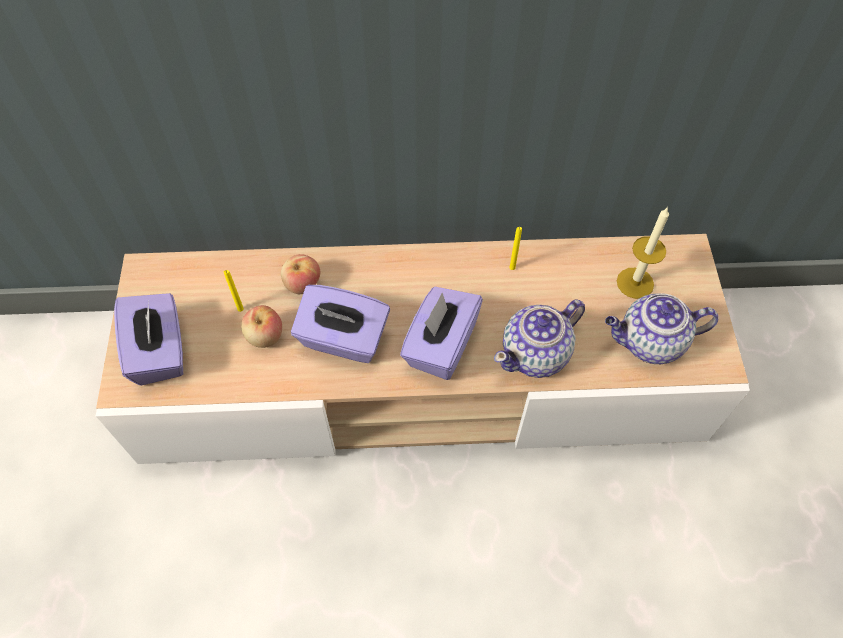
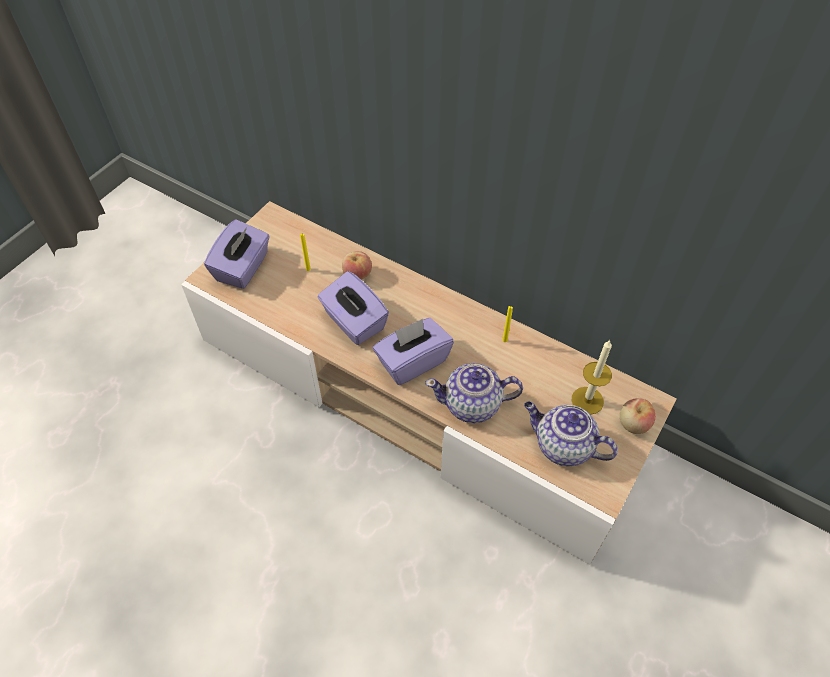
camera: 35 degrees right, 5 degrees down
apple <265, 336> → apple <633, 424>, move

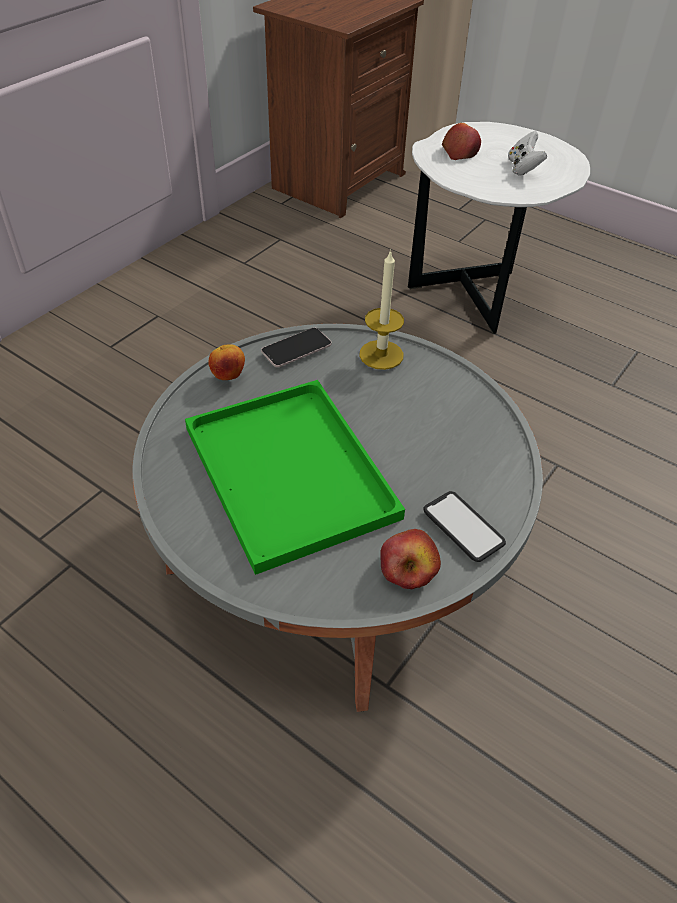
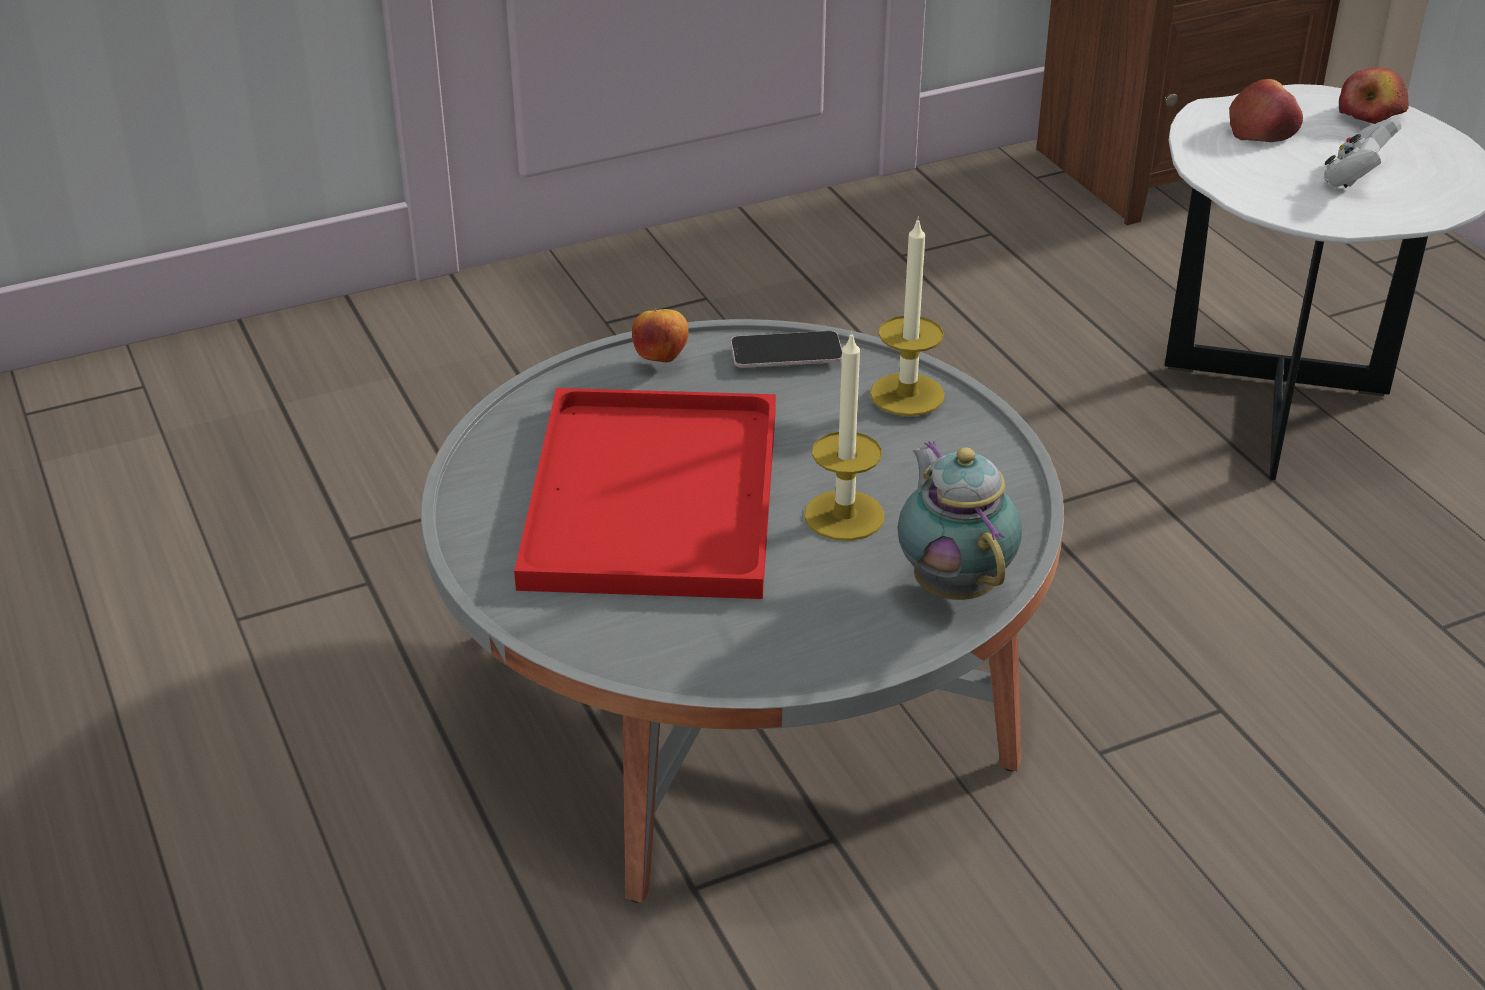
camera: 30 degrees right, 10 degrees down
green_tray <285, 470> → red_tray <650, 492>
phone <463, 526> → -
apple <408, 567> → apple <1371, 116>, move
- → candle <844, 515>
- → teapot <953, 584>

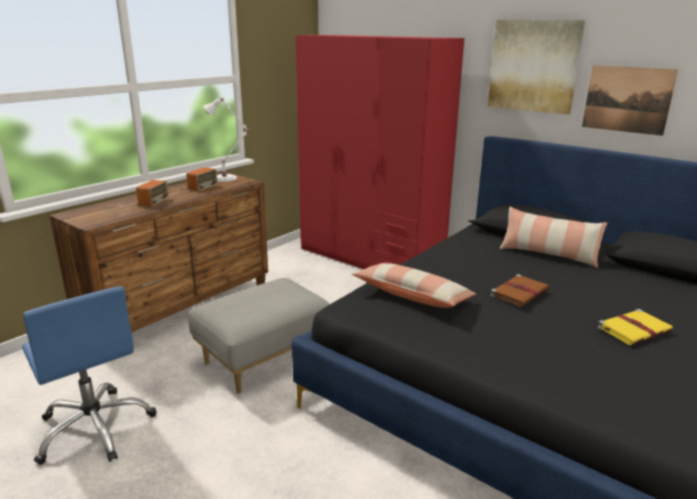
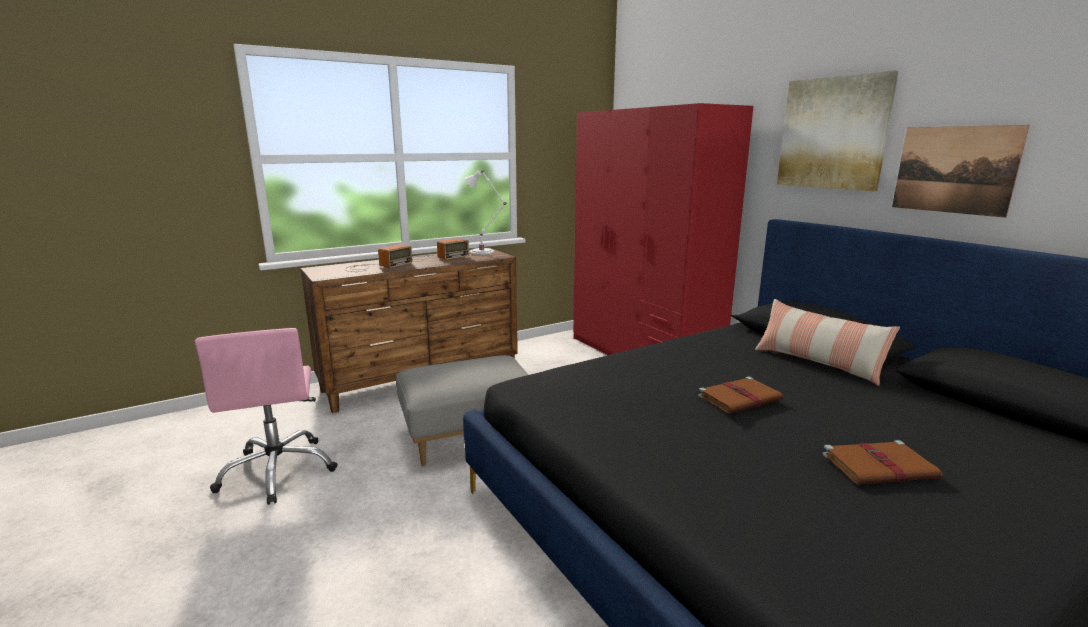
camera: 20 degrees right, 5 degrees down
pillow <412, 296> → -
blue_office_chair <95, 428> → pink_office_chair <278, 471>
yellow_book <635, 329> → brown_book <880, 466>

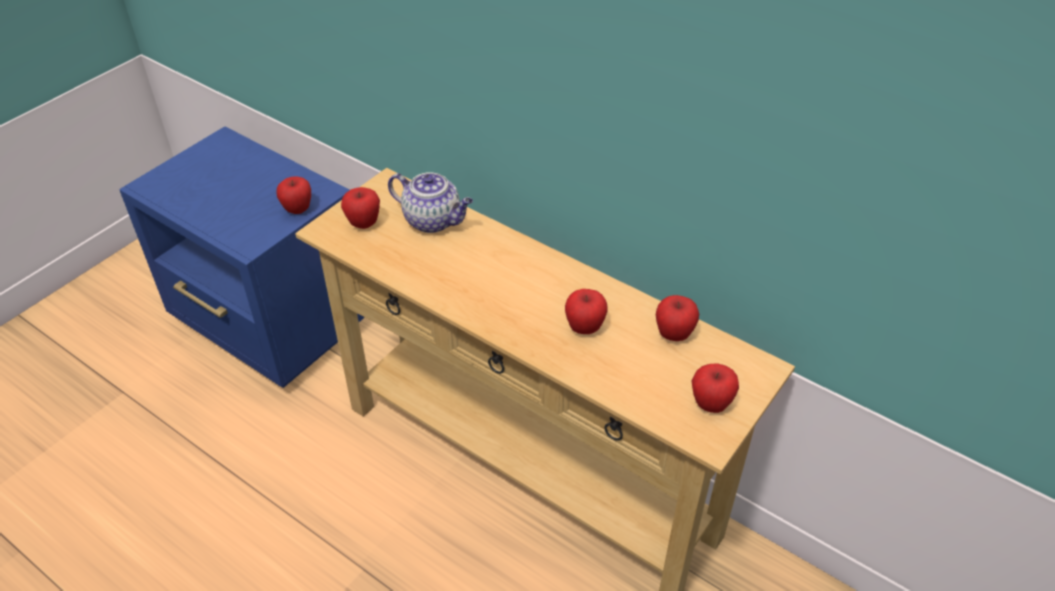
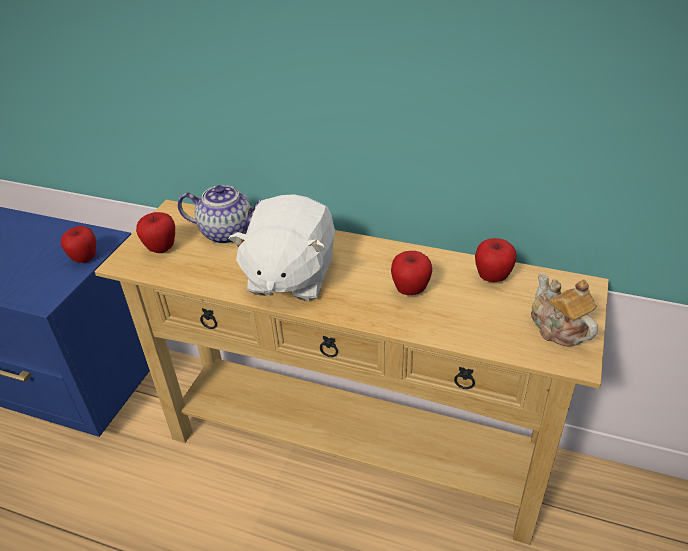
camera: 15 degrees left, 5 degrees down
apple <710, 404> → teapot <557, 328>
- → white_plush_toy <290, 276>

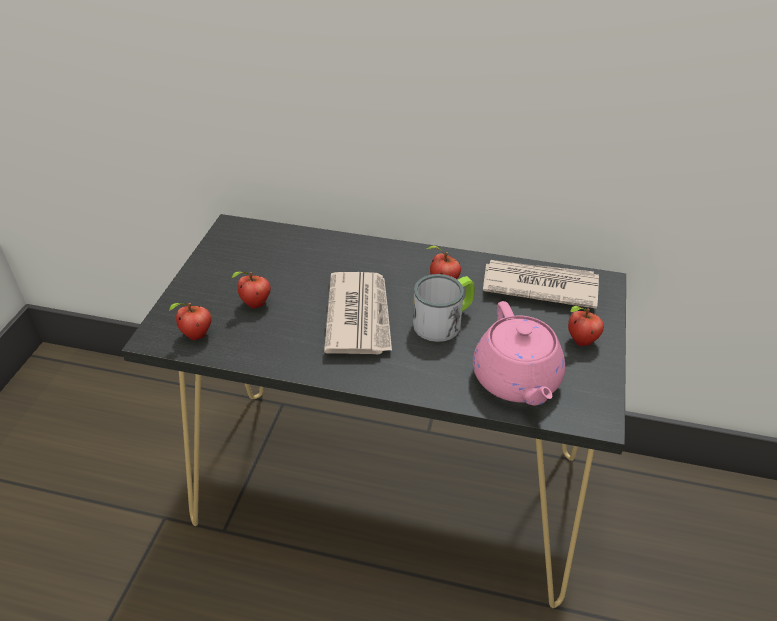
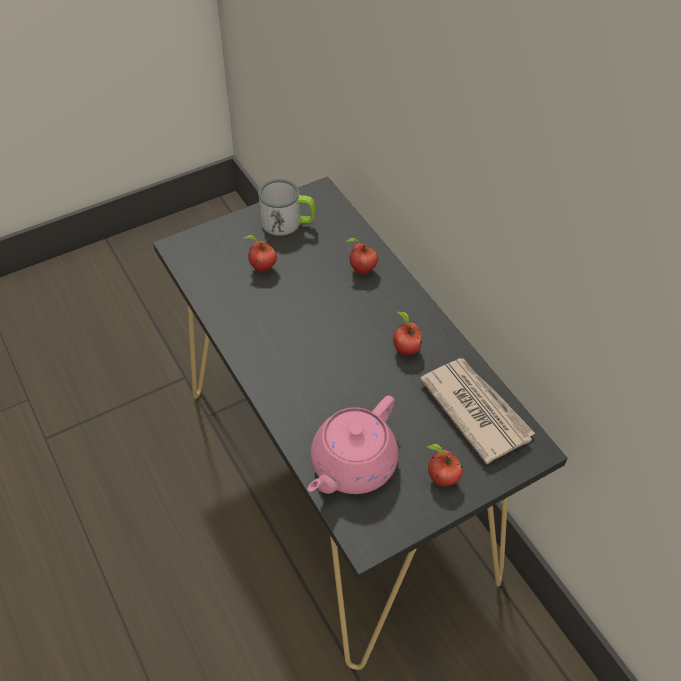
camera: 45 degrees right, 10 degrees up
newspaper <359, 316> → -
mug <444, 321> → mug <288, 222>, move
apple <196, 336> → apple <361, 270>, move

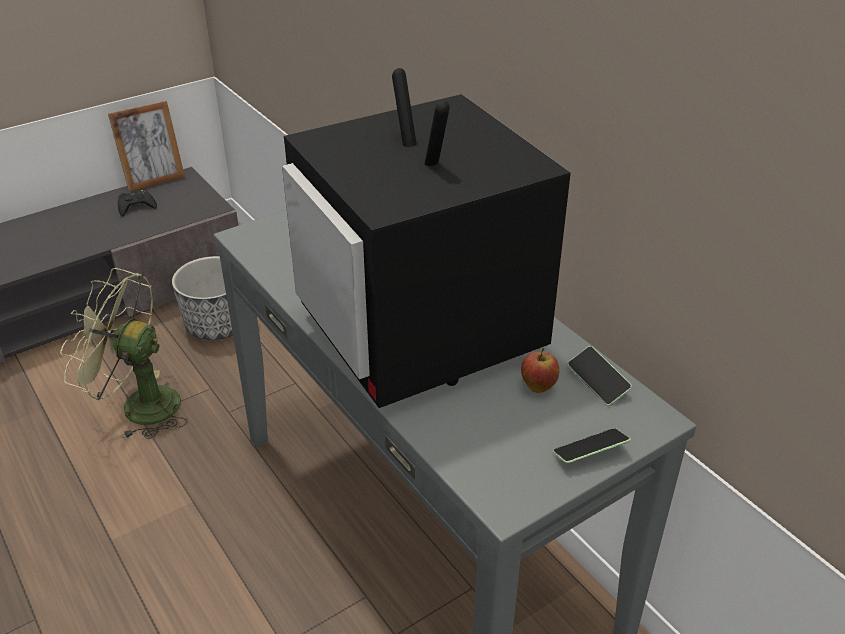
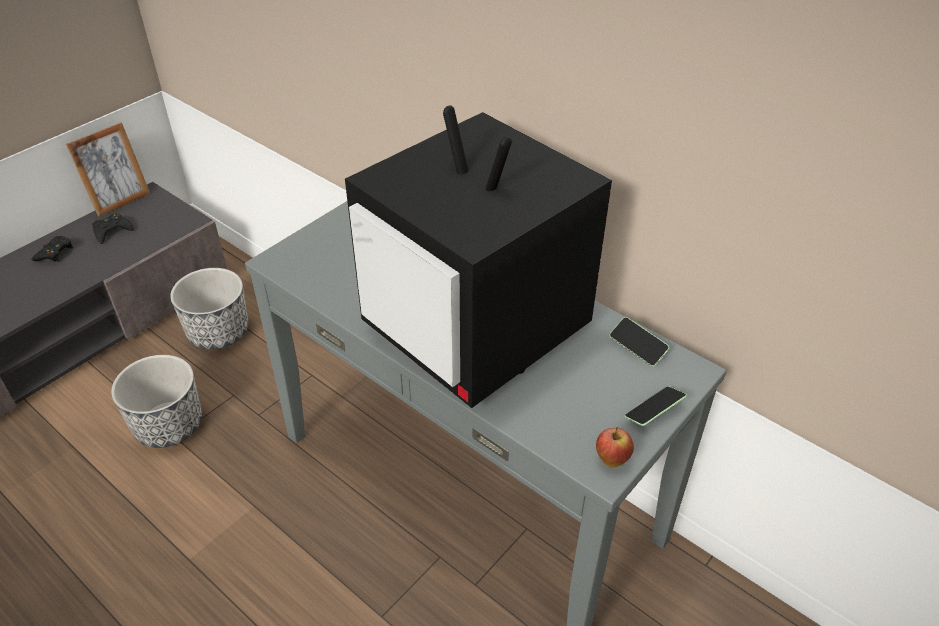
camera: 15 degrees left, 5 degrees up
green_fan <138, 405> → planter <169, 425>
apple <538, 387> → apple <611, 460>, move
- → black_game_controller <54, 252>

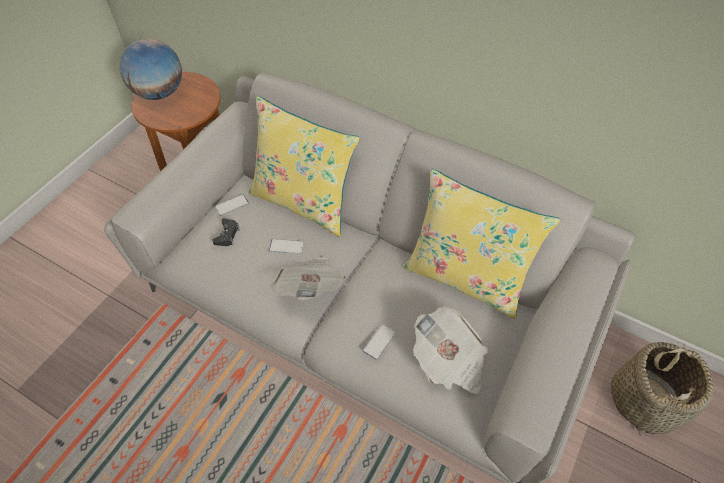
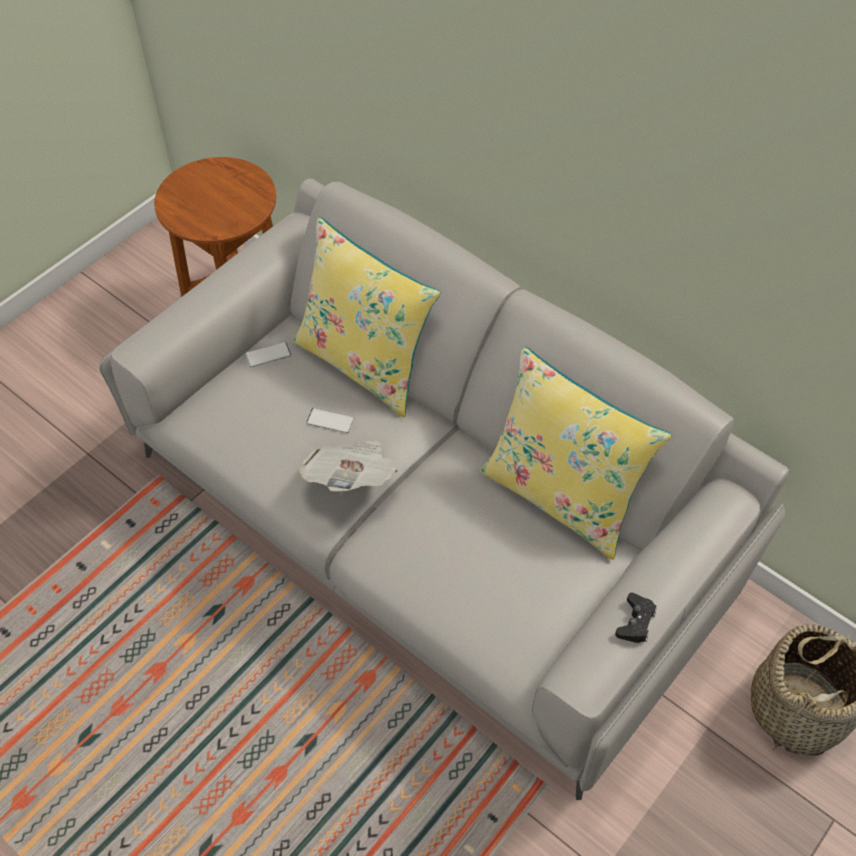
camera: 10 degrees right, 0 degrees up
globe <159, 93> → -
black_game_controller <227, 235> → black_game_controller <635, 622>, move
newspaper <449, 361> → -
phone <379, 341> → -

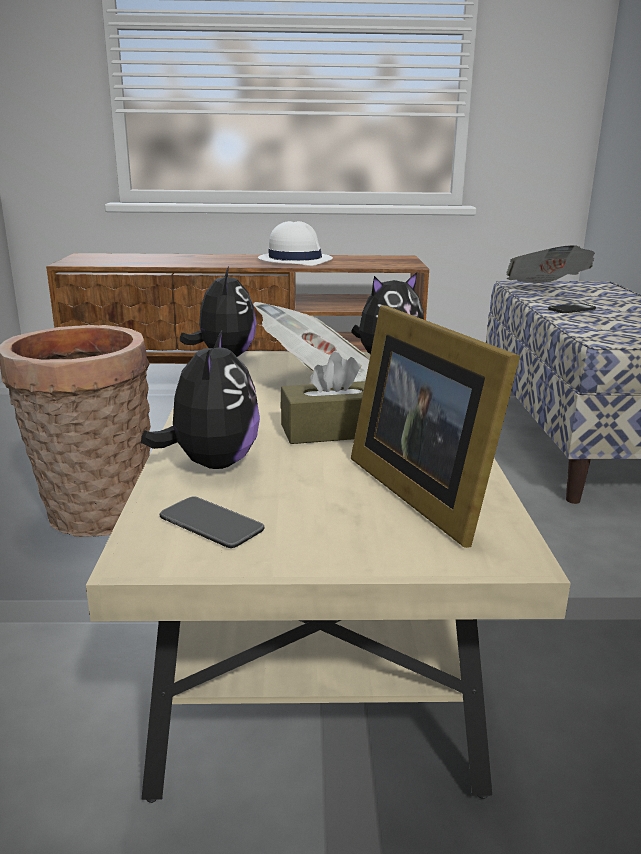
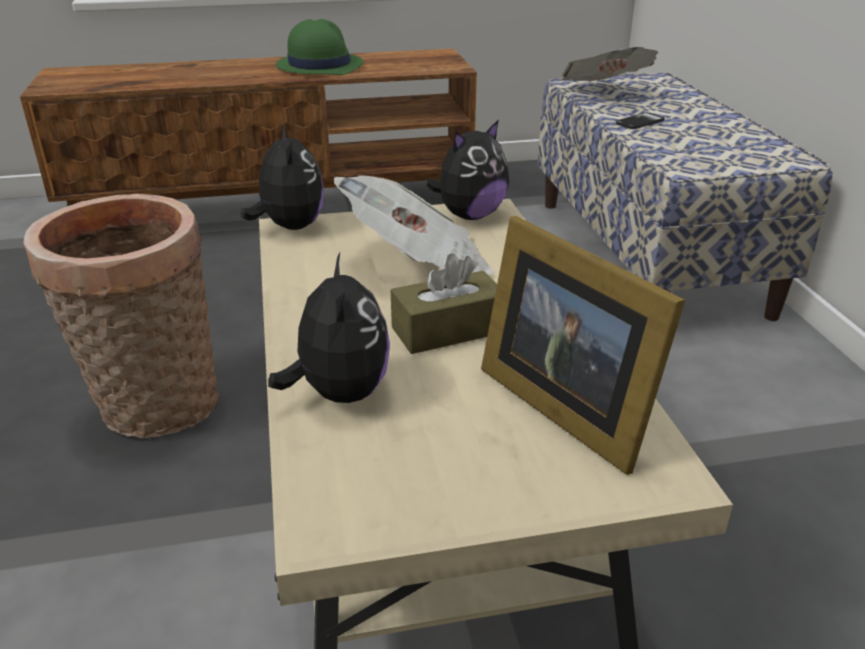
camera: 10 degrees left, 10 degrees up
white_hat <294, 260> → green_hat <319, 65>
phone <211, 524> → -

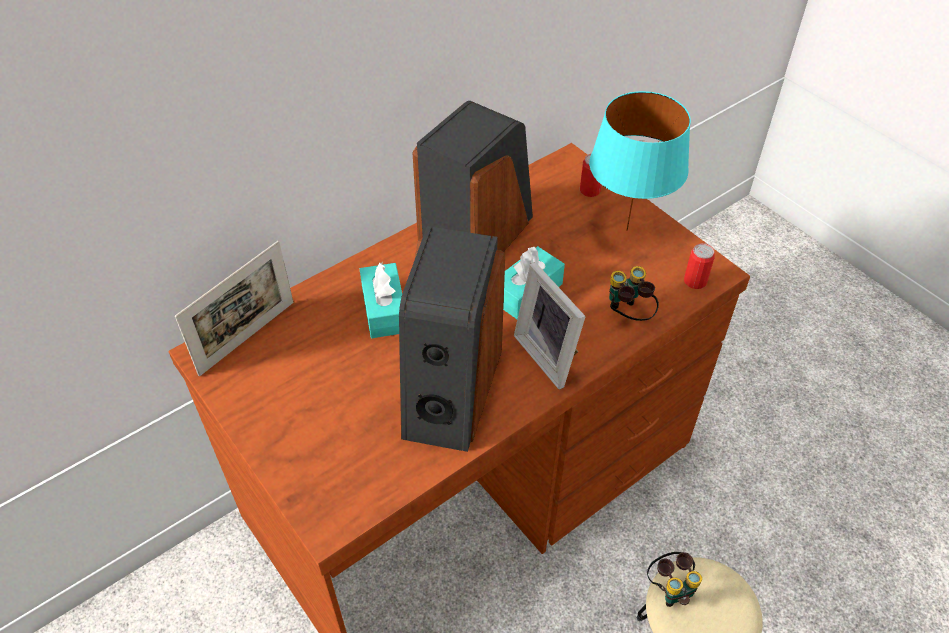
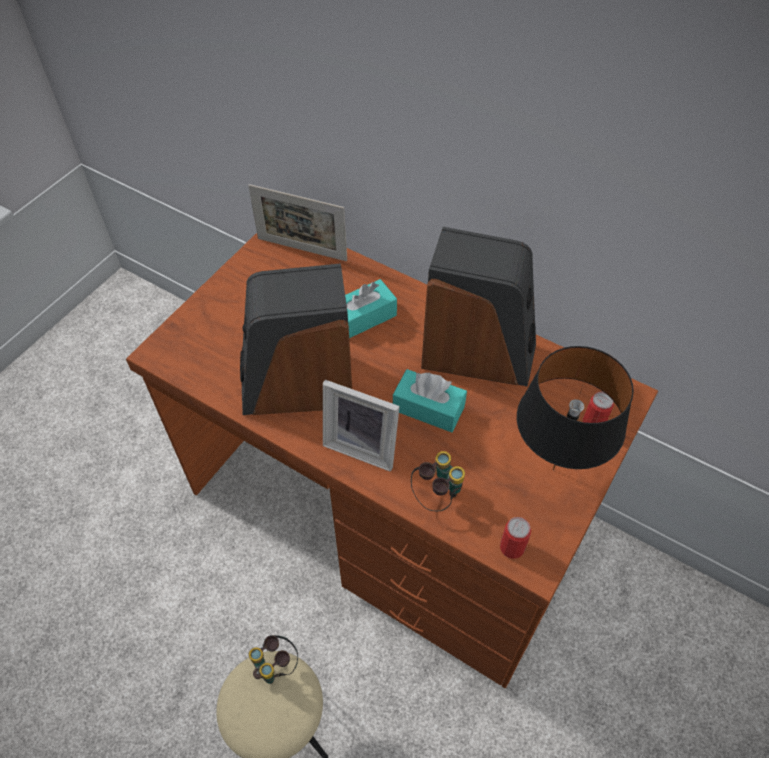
camera: 70 degrees right, 5 degrees up
turquoise_table_lamp <625, 230> → black_table_lamp <552, 468>
picture_frame <550, 355> → picture_frame <363, 445>, 105 degrees counterclockwise

